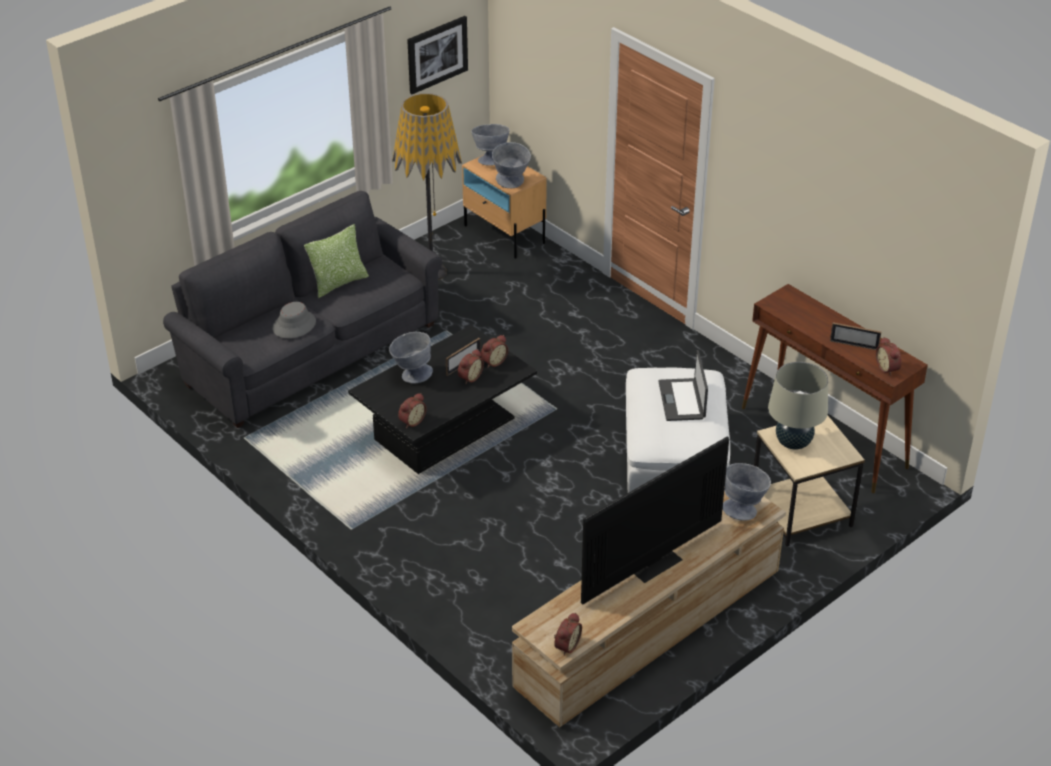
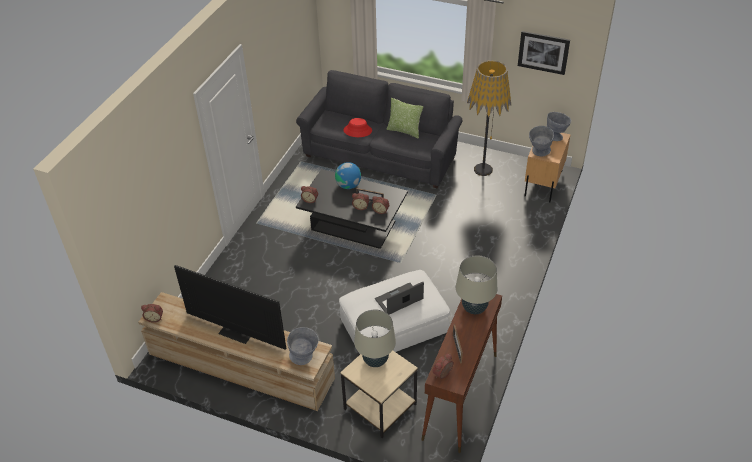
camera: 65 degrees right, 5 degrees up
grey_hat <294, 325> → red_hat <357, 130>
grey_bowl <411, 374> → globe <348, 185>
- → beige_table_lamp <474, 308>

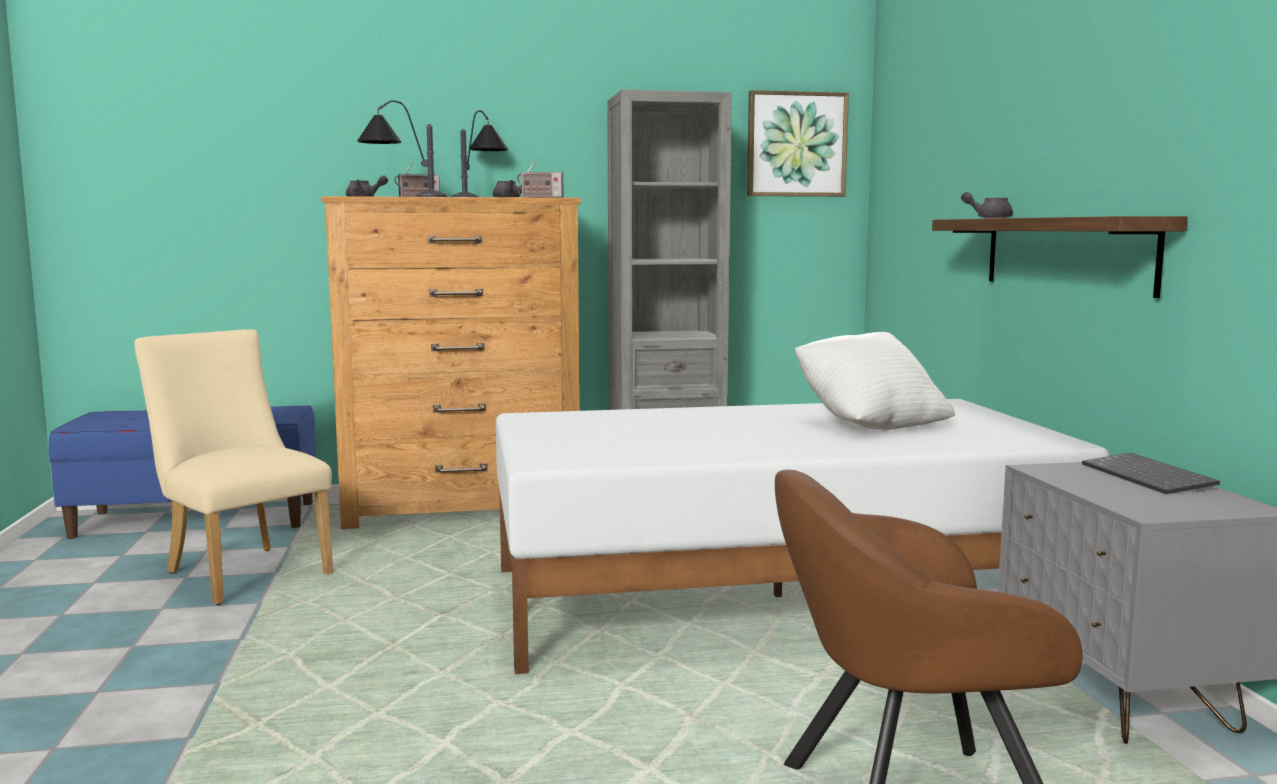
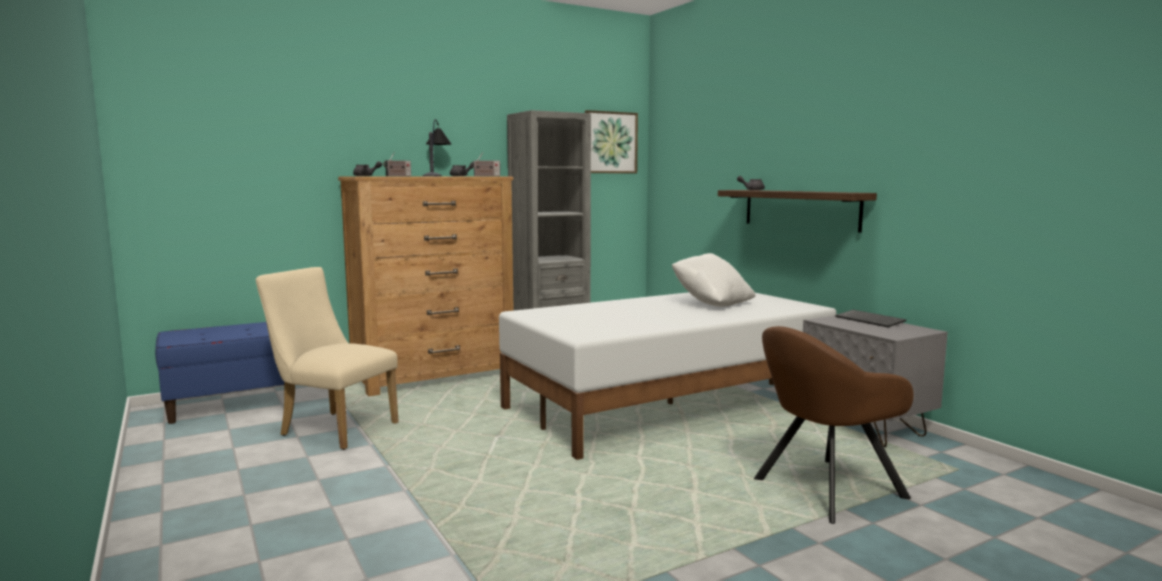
camera: 20 degrees left, 0 degrees up
table_lamp <400, 196> → -

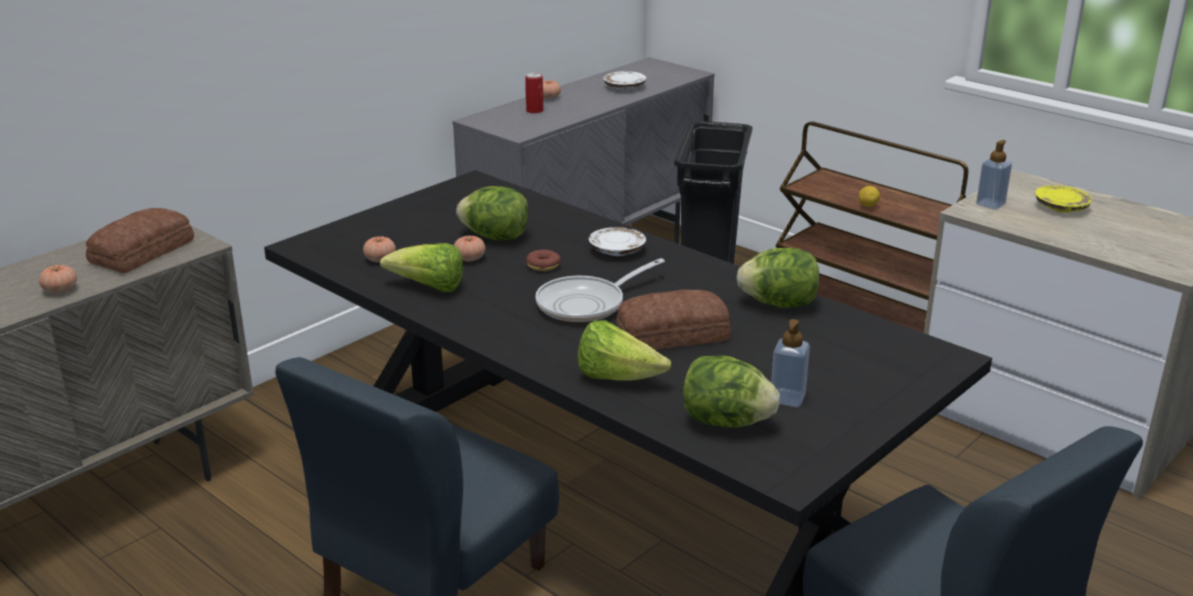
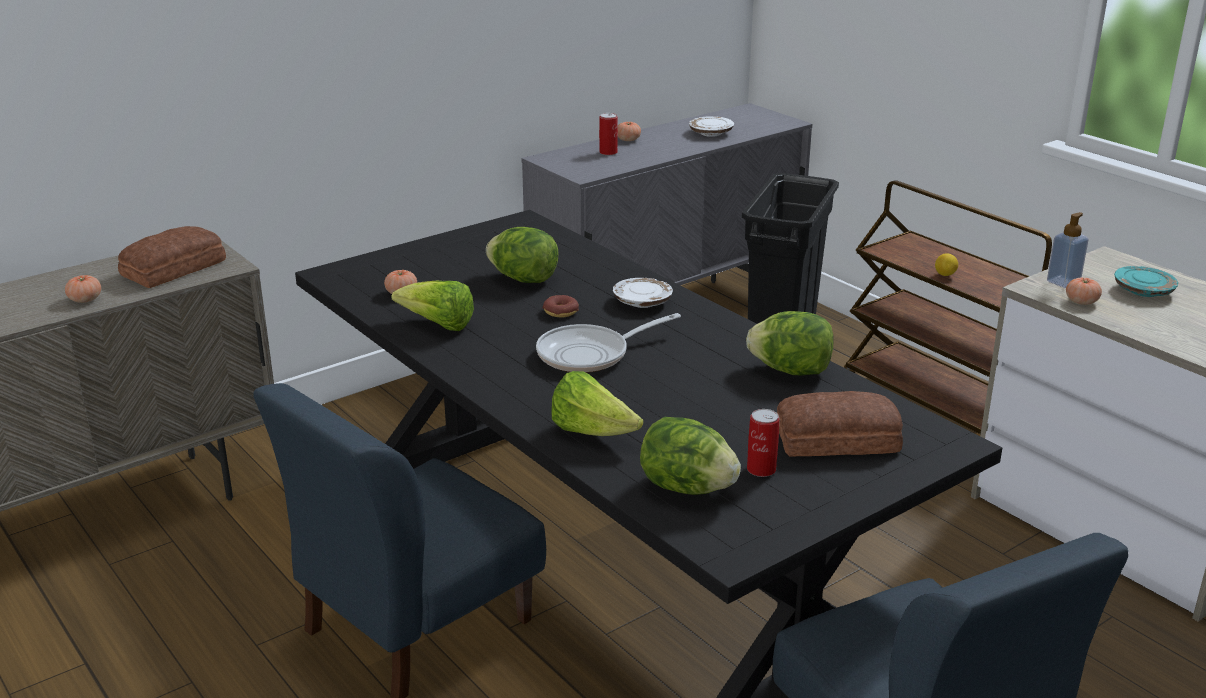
camera: 10 degrees right, 0 degrees up
yellow_plate <1061, 207> → turquoise_plate <1143, 291>
tomato <469, 258> → tomato <1081, 302>, move
bread <674, 334> → bread <838, 440>, move
soap_dispenser <787, 398> → can <761, 469>

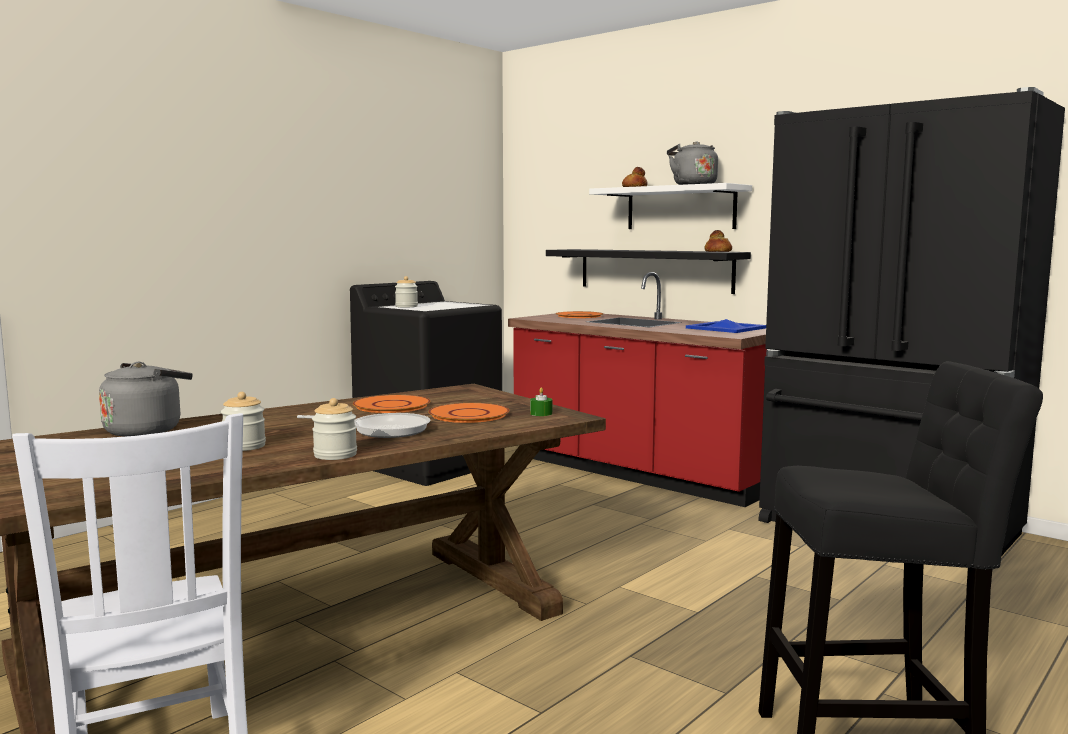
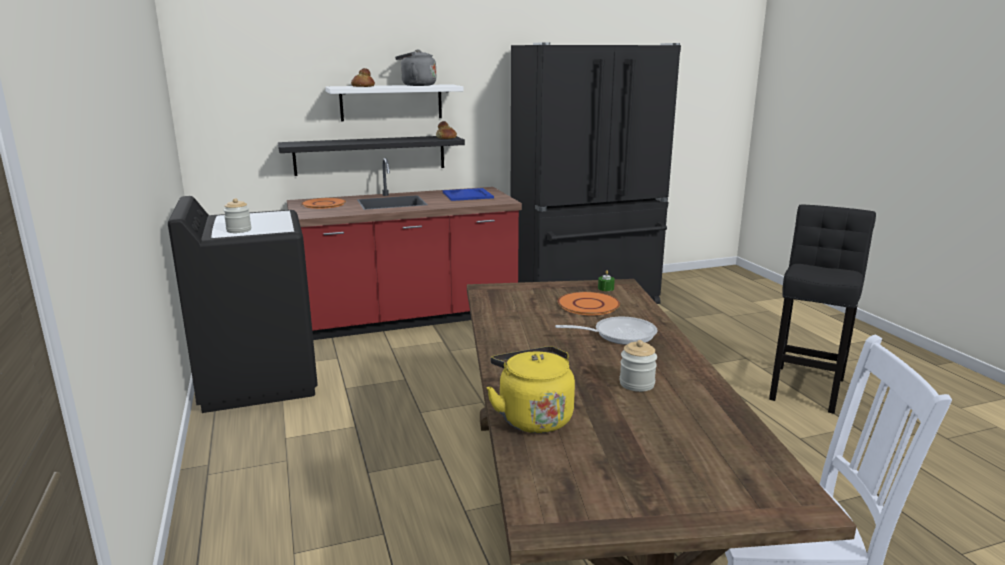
camera: 60 degrees left, 10 degrees up
grey_kettle <147, 430> → yellow_kettle <532, 417>
orange_plate <391, 406> → -
jar <335, 455> → -
frying_pan <383, 430> → frying_pan <619, 335>, 60 degrees clockwise

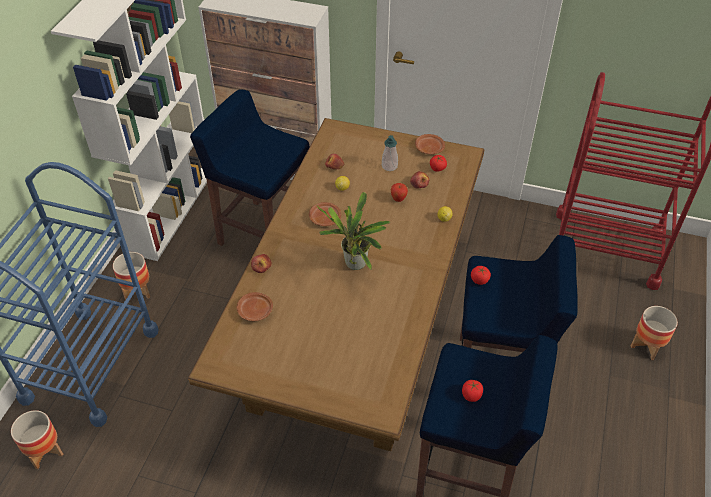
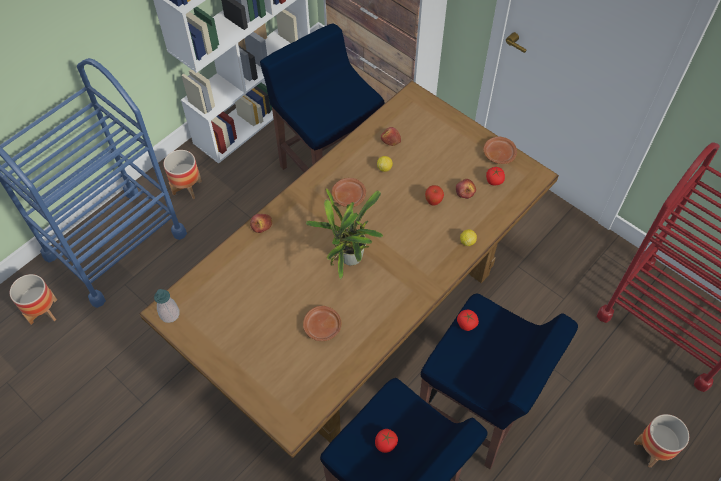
camera: 25 degrees right, 10 degrees up
soap_dispenser <389, 166> → soap_dispenser <169, 314>, move
brown_plate <255, 311> → brown_plate <322, 327>, move

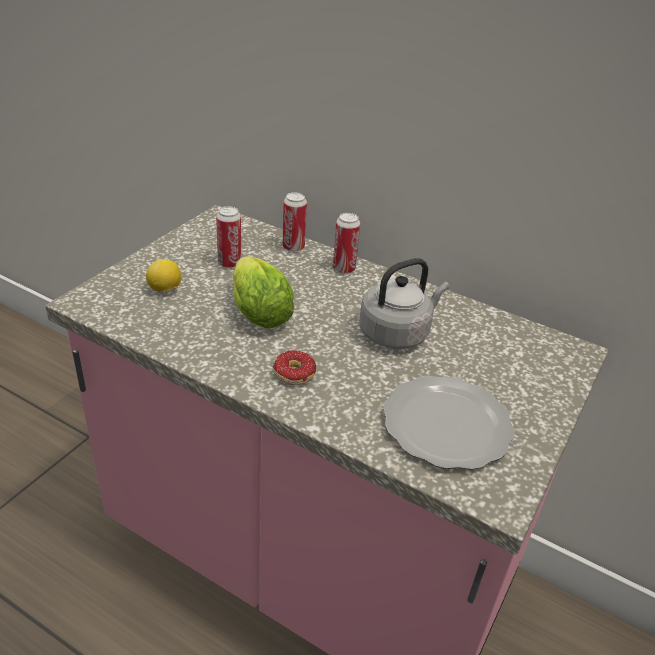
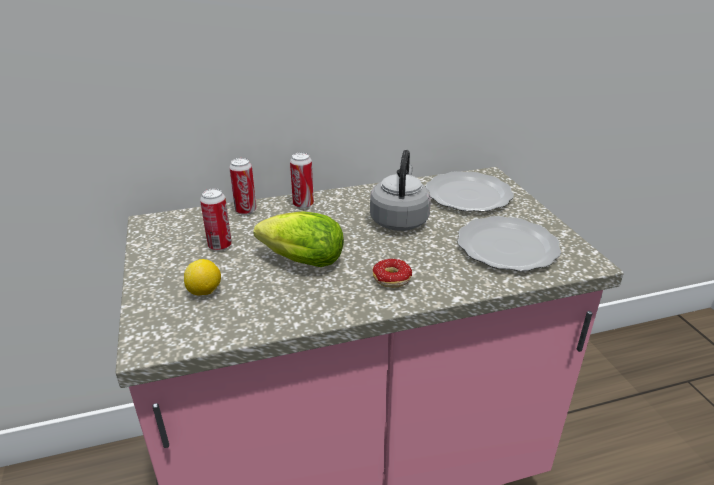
camera: 45 degrees left, 5 degrees down
- → plate <469, 195>

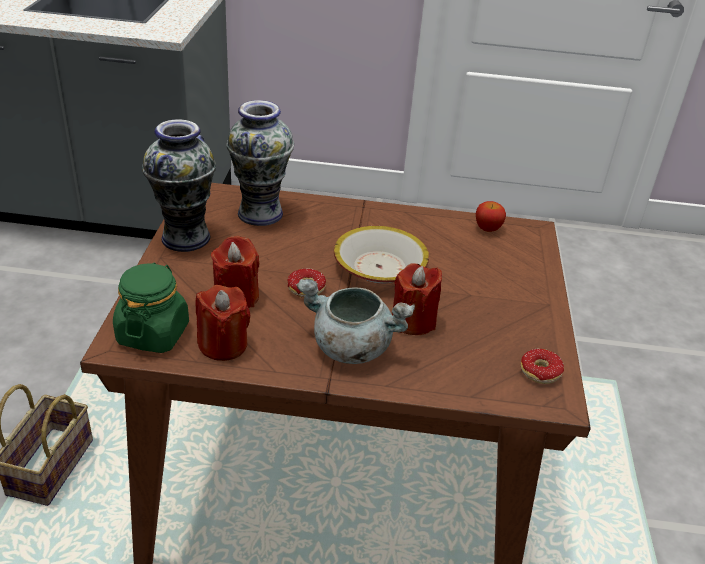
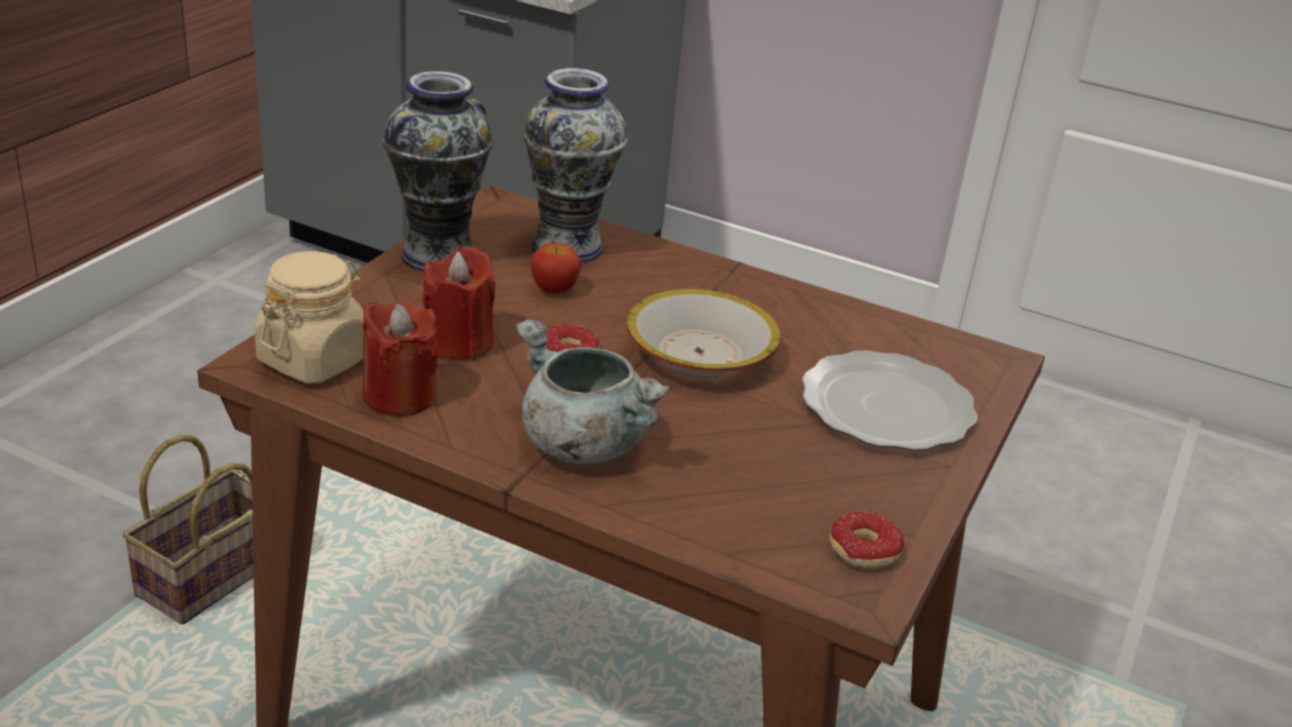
camera: 20 degrees right, 5 degrees down
apple <487, 228> → apple <554, 289>, move
green_jar <153, 333> → beige_jar <314, 359>
red_candle <413, 321> → -
- → plate <883, 406>

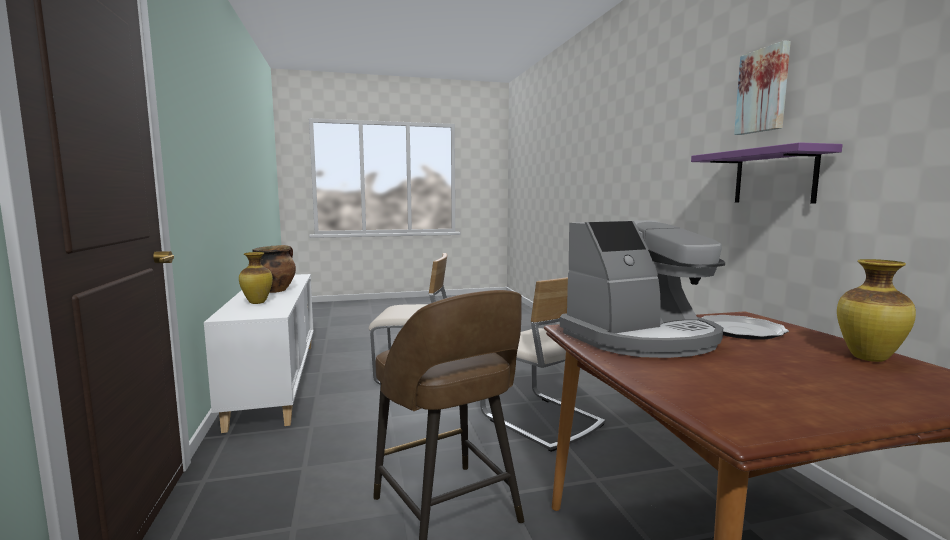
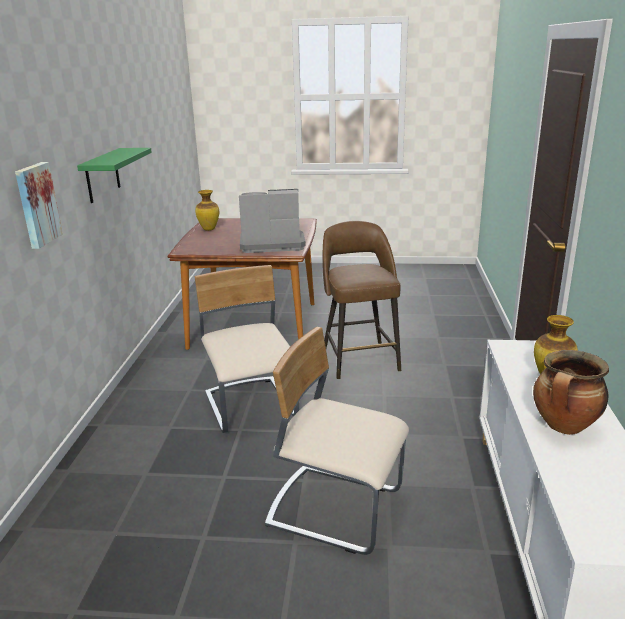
camera: 160 degrees left, 15 degrees up
picture <763, 91> → picture <36, 204>, move
purple_shelf <774, 177> → green_shelf <102, 175>
plate <739, 330> → -

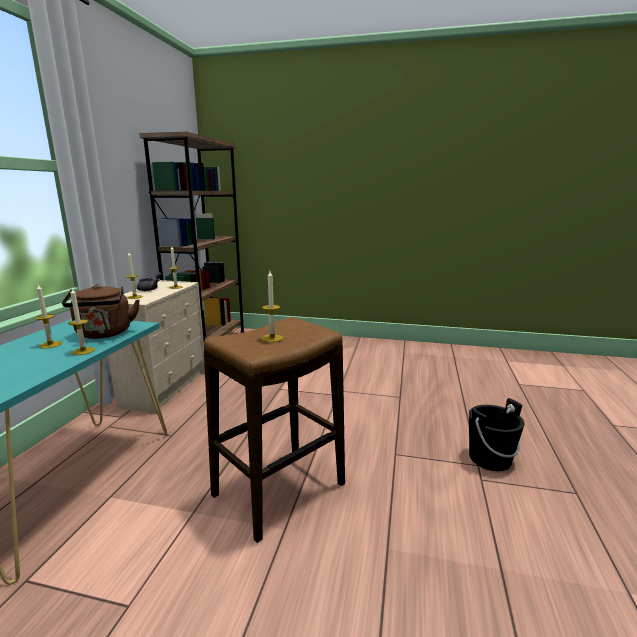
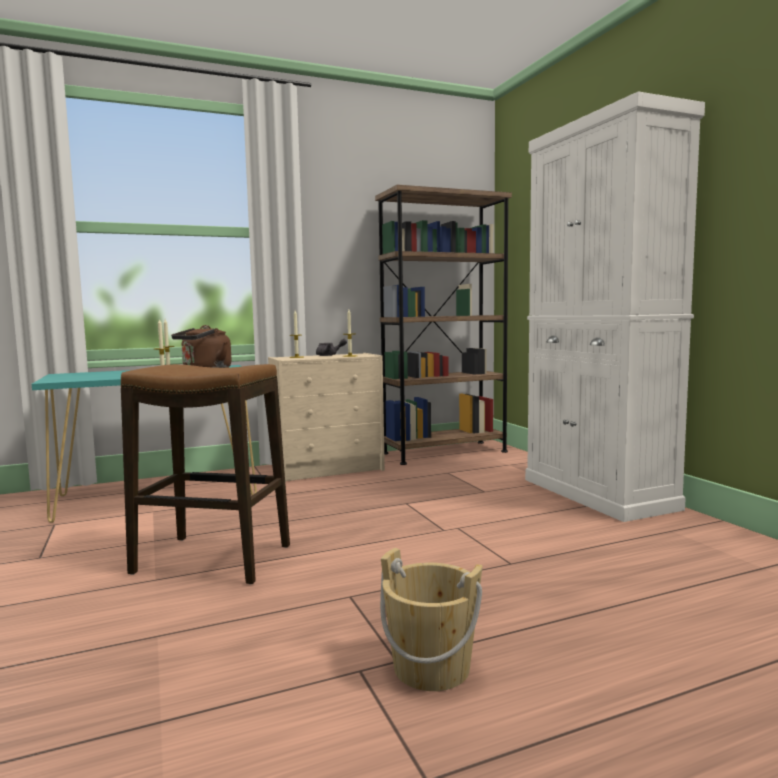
camera: 55 degrees right, 10 degrees down
candle <272, 338> → -
black_bucket <490, 458> → beige_bucket <431, 668>
- → white_cabinet <598, 494>

